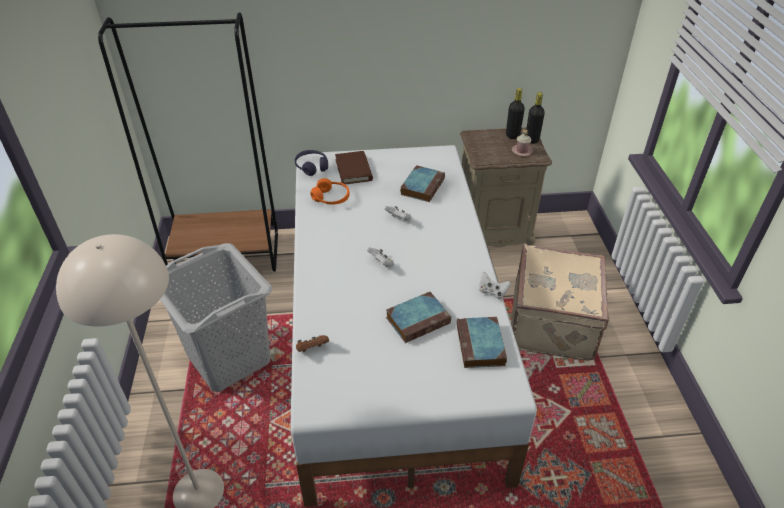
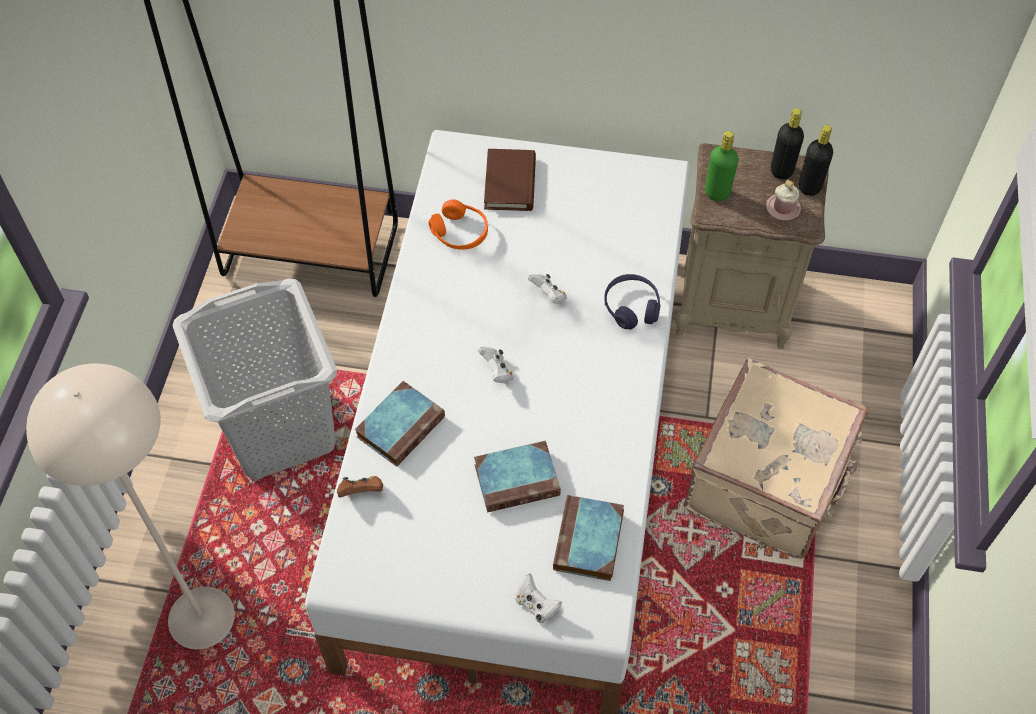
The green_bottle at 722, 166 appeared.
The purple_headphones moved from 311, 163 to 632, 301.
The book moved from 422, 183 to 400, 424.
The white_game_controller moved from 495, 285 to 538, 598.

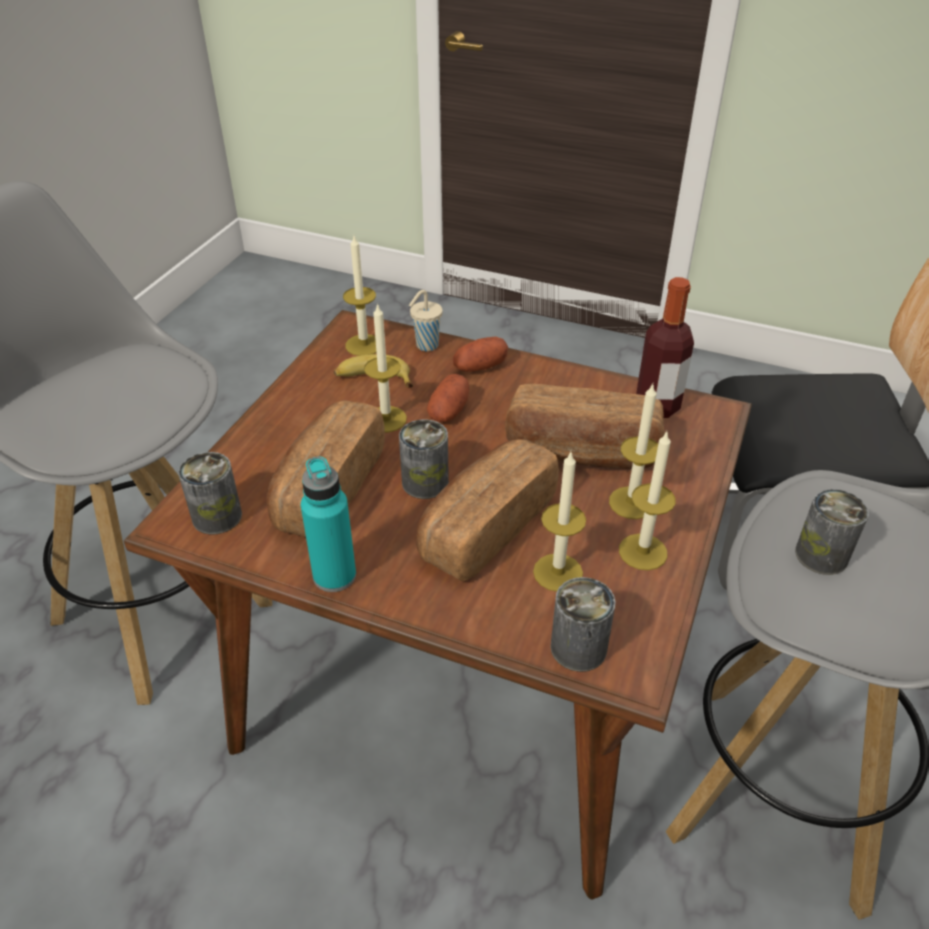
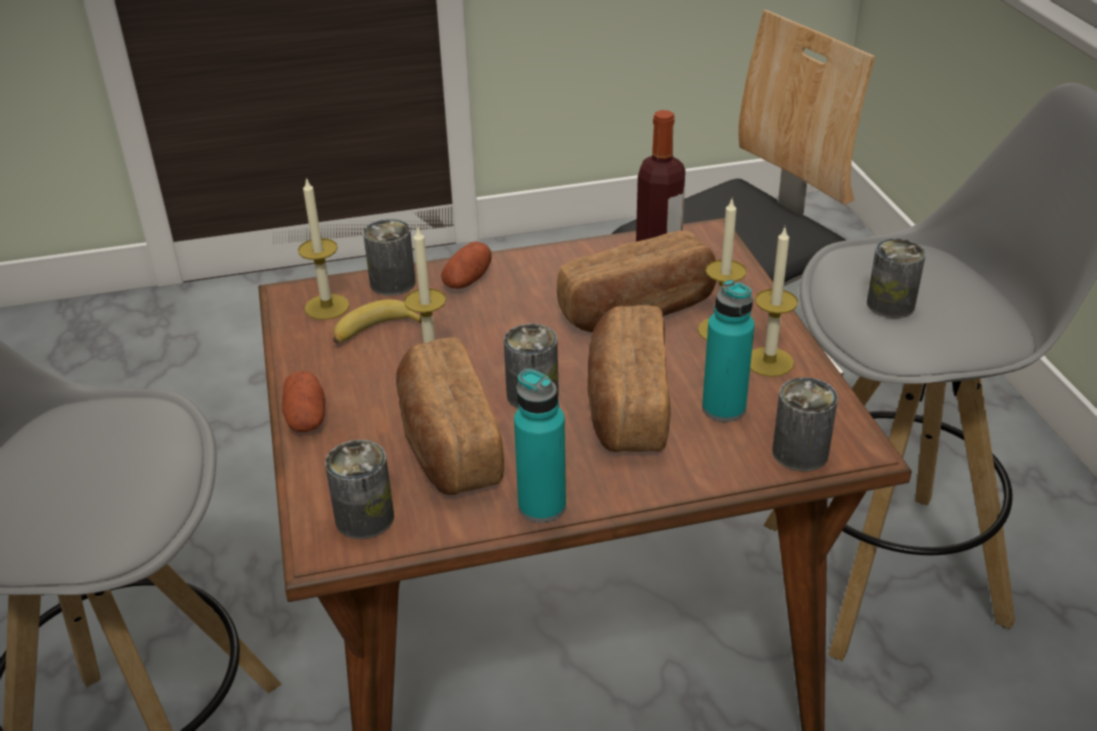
The potato moved from 448, 398 to 304, 401.
The beige_cup at 426, 320 was replaced by the can at 389, 257.
The candle at 559, 522 was replaced by the turquoise_bottle at 728, 351.

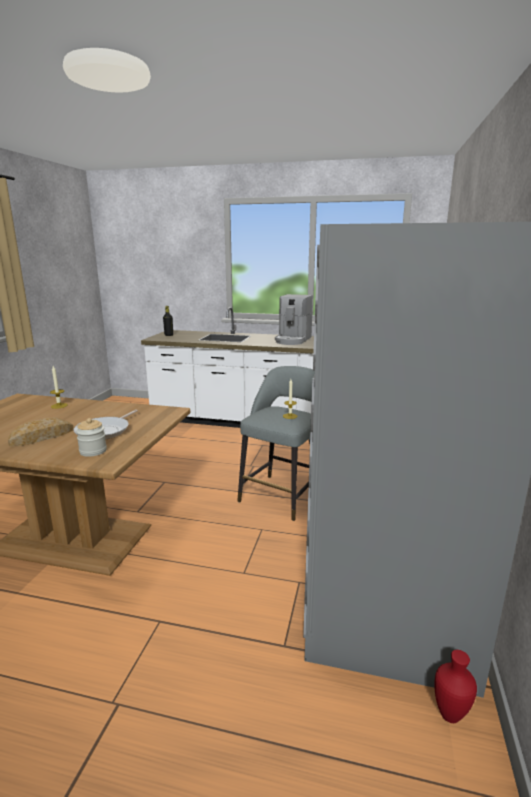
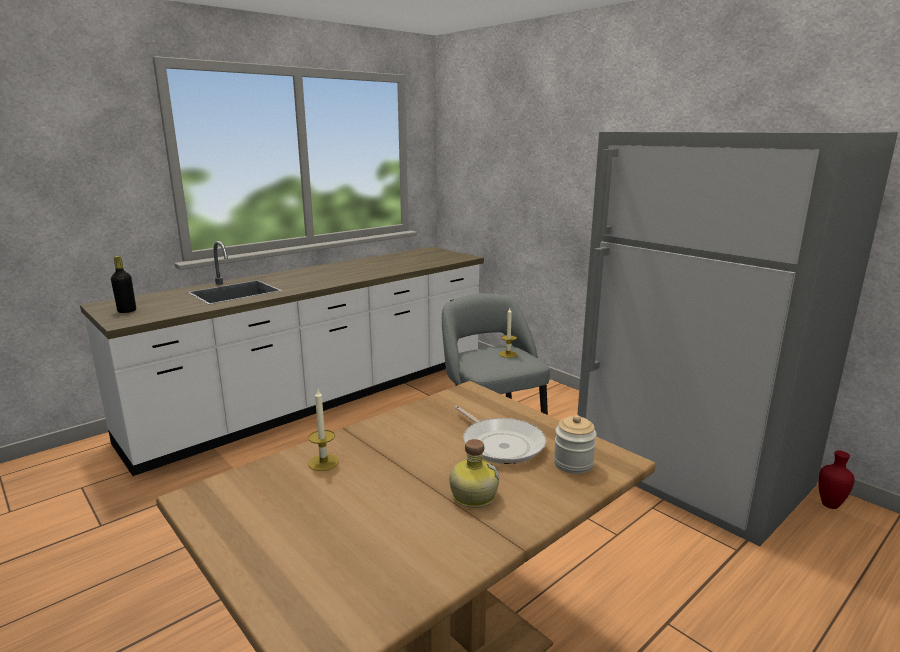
The coffee_machine at 294, 319 disappeared.
The bread at 41, 432 was replaced by the bottle at 474, 473.

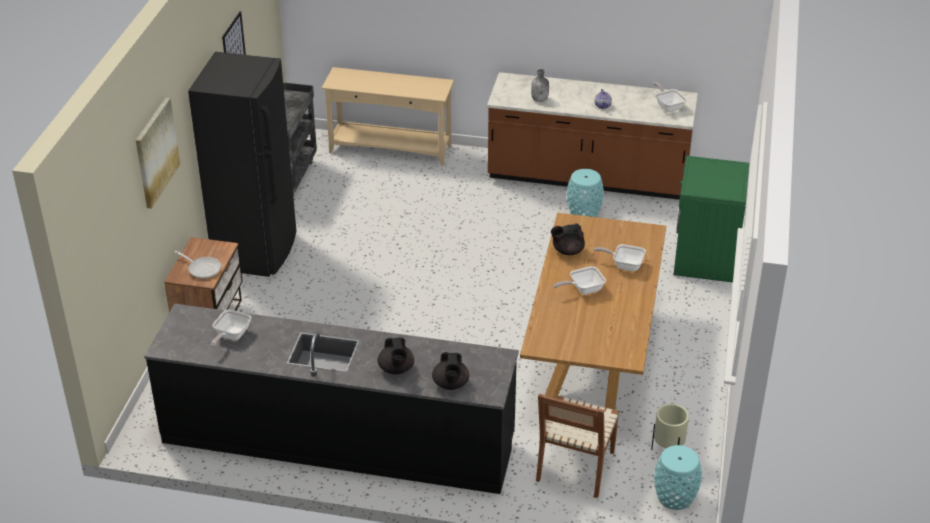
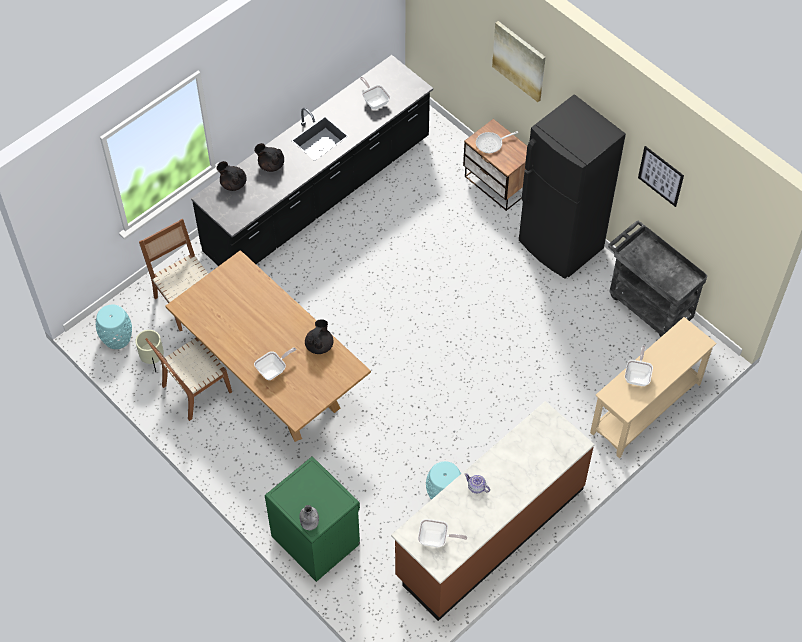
The chair at 188, 379 appeared.
The grey_bottle moved from 540, 85 to 309, 517.
The frying_pan moved from 580, 280 to 639, 365.

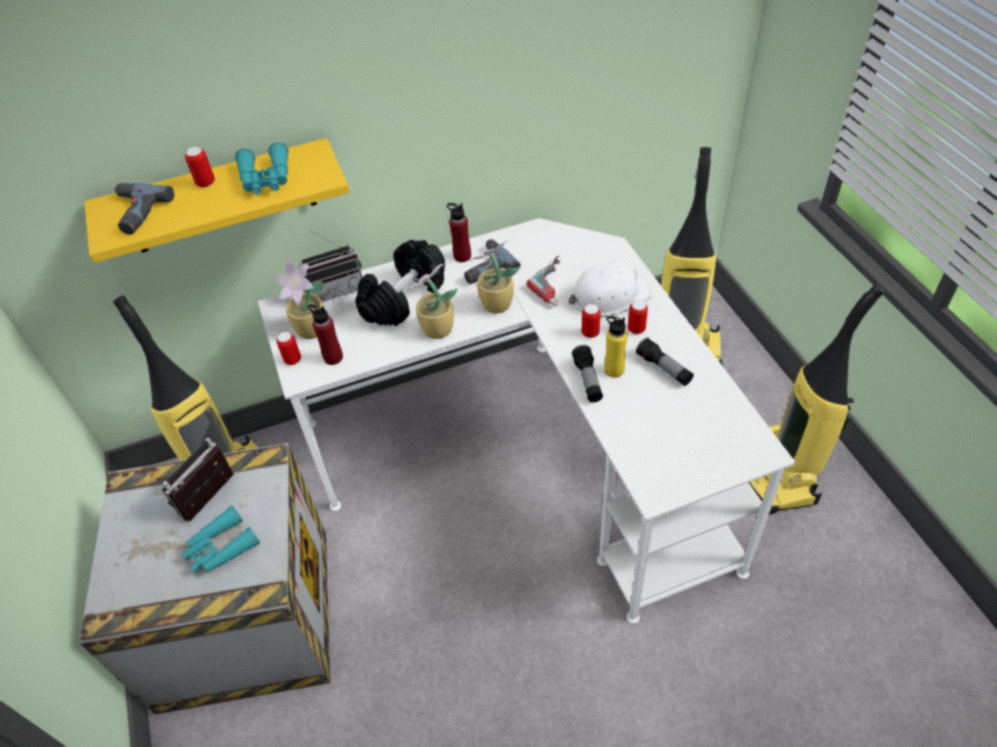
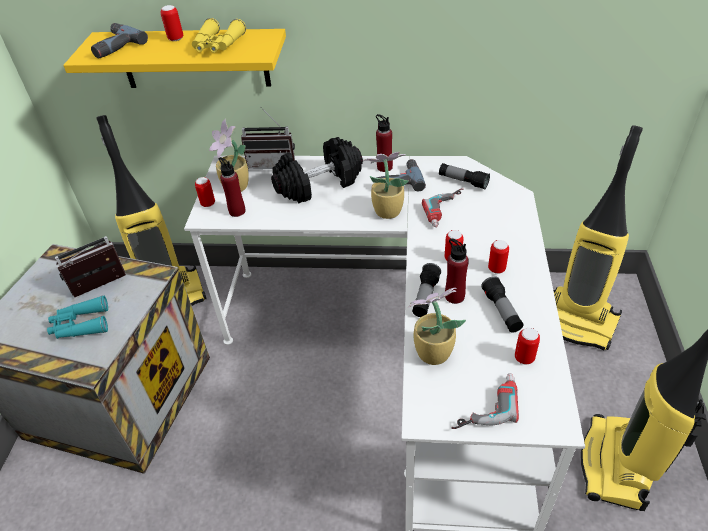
The white_hard_hat at 610, 289 disappeared.
The flashlight at 464, 176 appeared.
The power_drill at 485, 401 appeared.
The can at 527, 346 appeared.
The potted_plant moved from 432, 301 to 437, 326.
The turquoise_binoculars at 262, 168 became the yellow_binoculars at 219, 35.
The yellow_bottle at 616, 347 became the red_bottle at 457, 271.

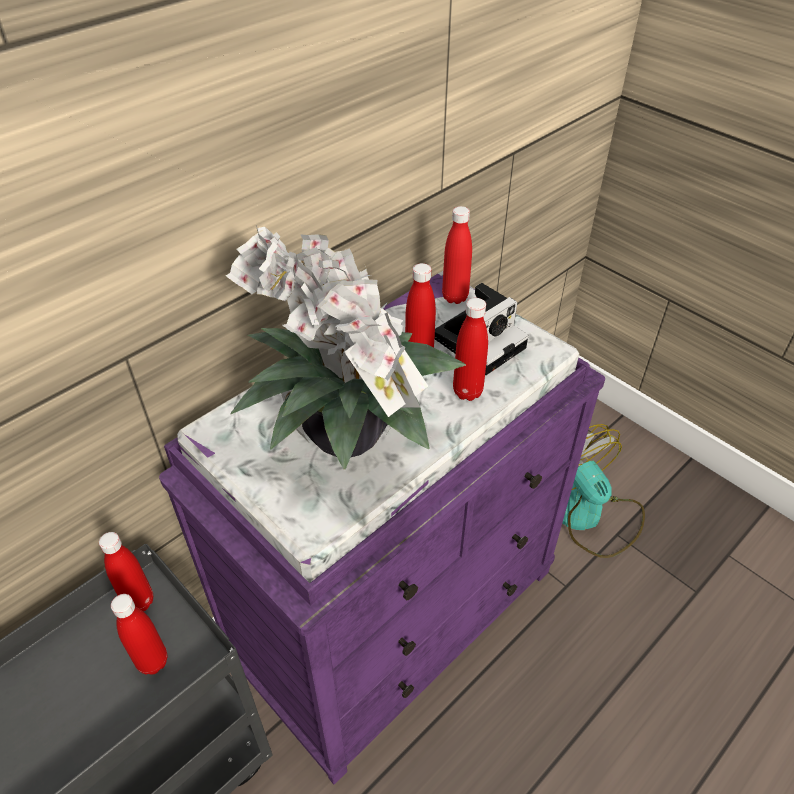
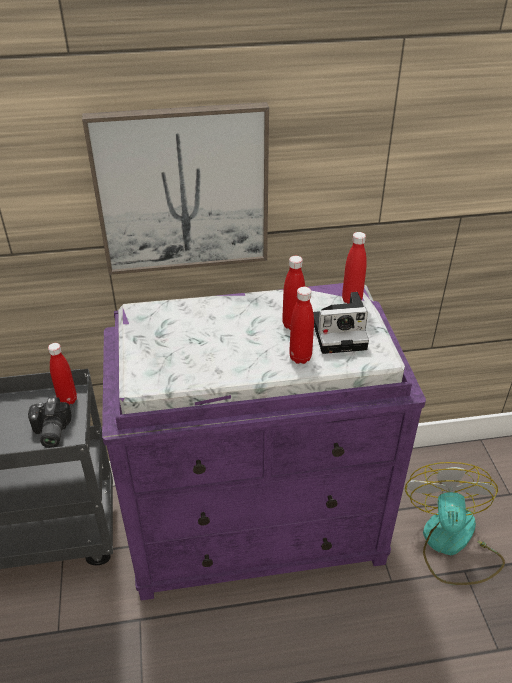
The potted_plant at 346, 347 disappeared.
The picture at 175, 188 appeared.
The red_bottle at 139, 634 was replaced by the photo_camera at 50, 422.

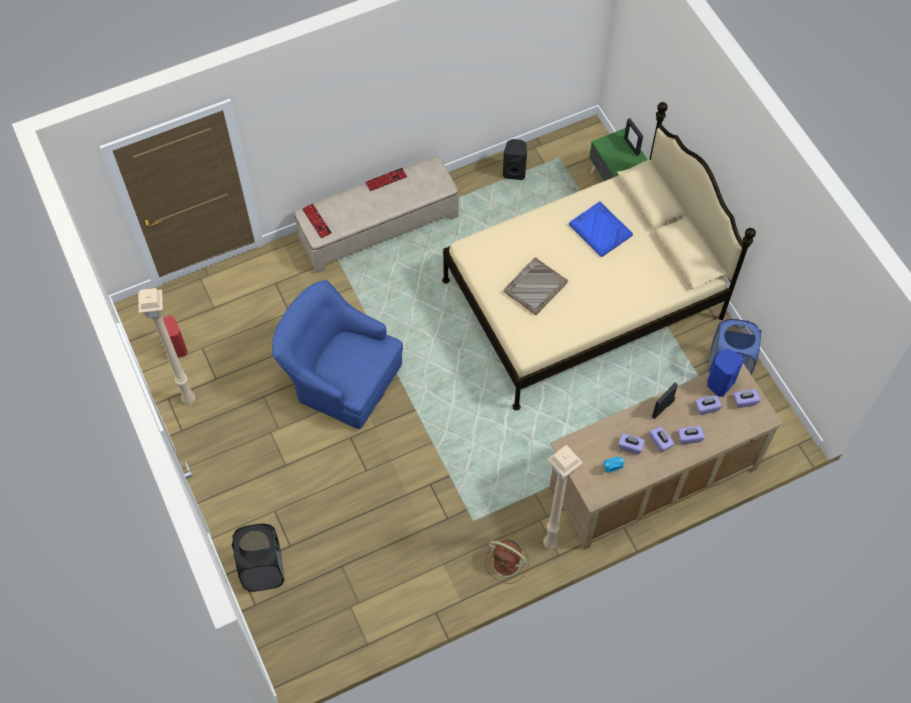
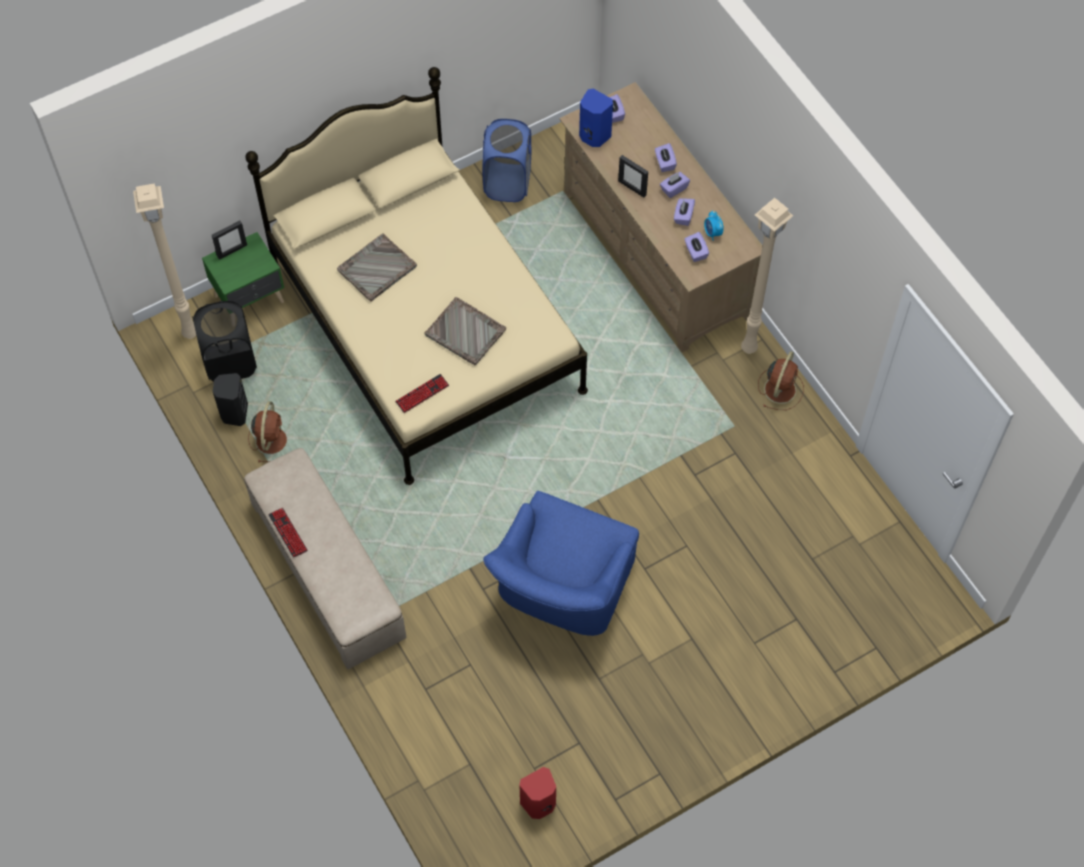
The brown_fan at 267, 431 appeared.
The beige_floor_lamp moved from 166, 346 to 164, 261.
The black_laundry_basket moved from 258, 558 to 224, 341.
The keyboard moved from 317, 220 to 422, 393.
The purple_tissue_box moved from 708, 405 to 697, 247.
The blue_tray at 601, 229 became the grey_tray at 377, 267.

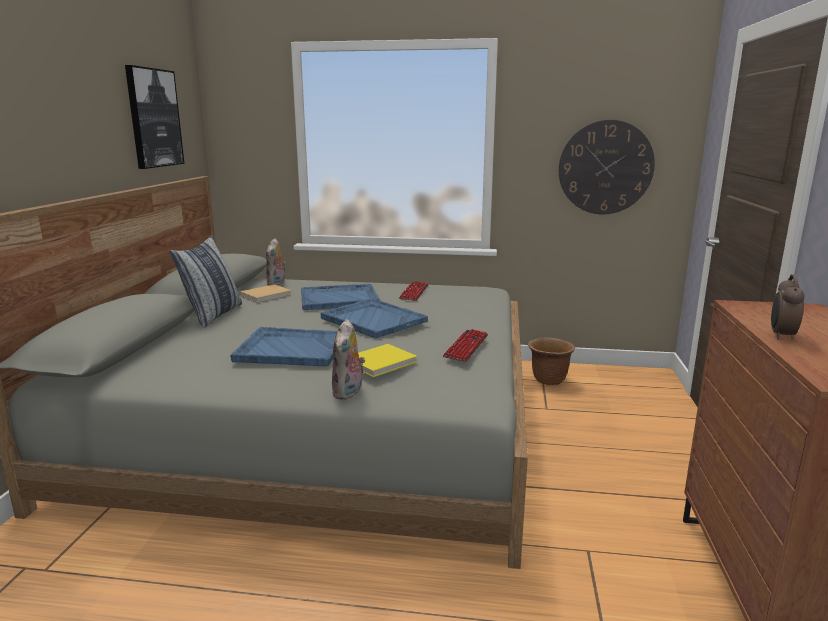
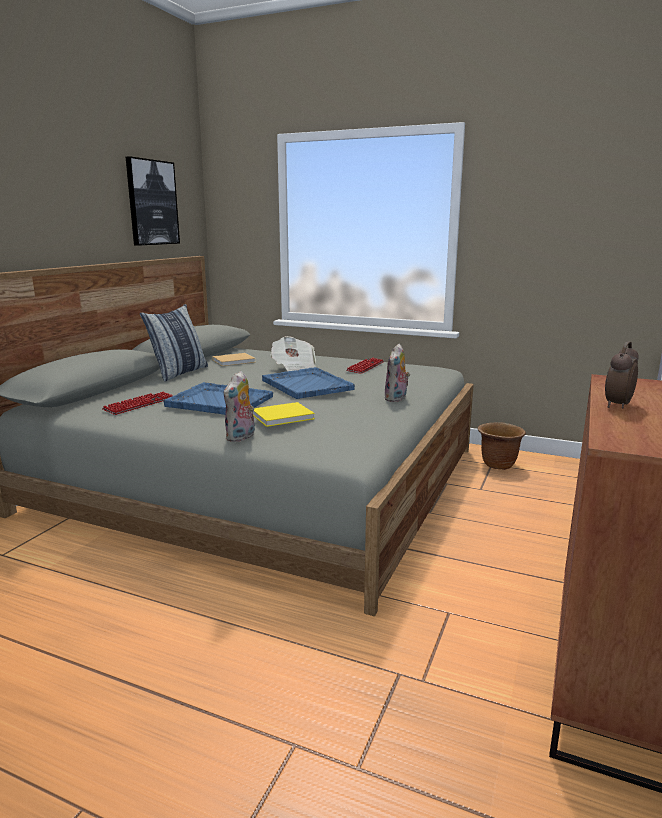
The wall_clock at 607, 167 disappeared.
The plush_toy moved from 276, 261 to 397, 373.
The keyboard moved from 465, 345 to 137, 403.
The blue_tray at 340, 297 was replaced by the newspaper at 293, 353.

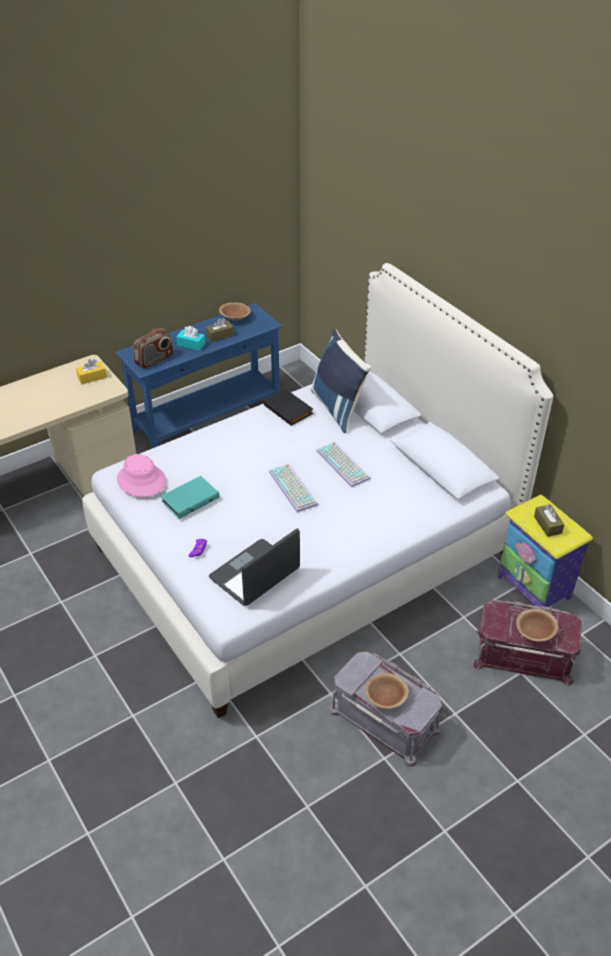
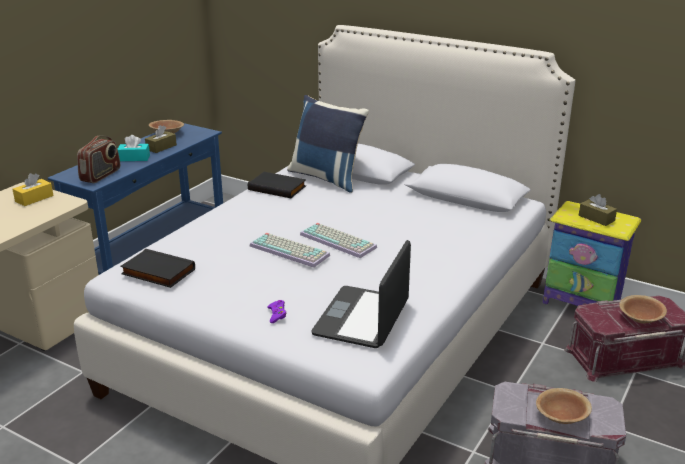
The turquoise_book at 190, 497 disappeared.
The keyboard moved from 343, 464 to 289, 250.
The pink_hat at 141, 475 was replaced by the black_book at 157, 268.

